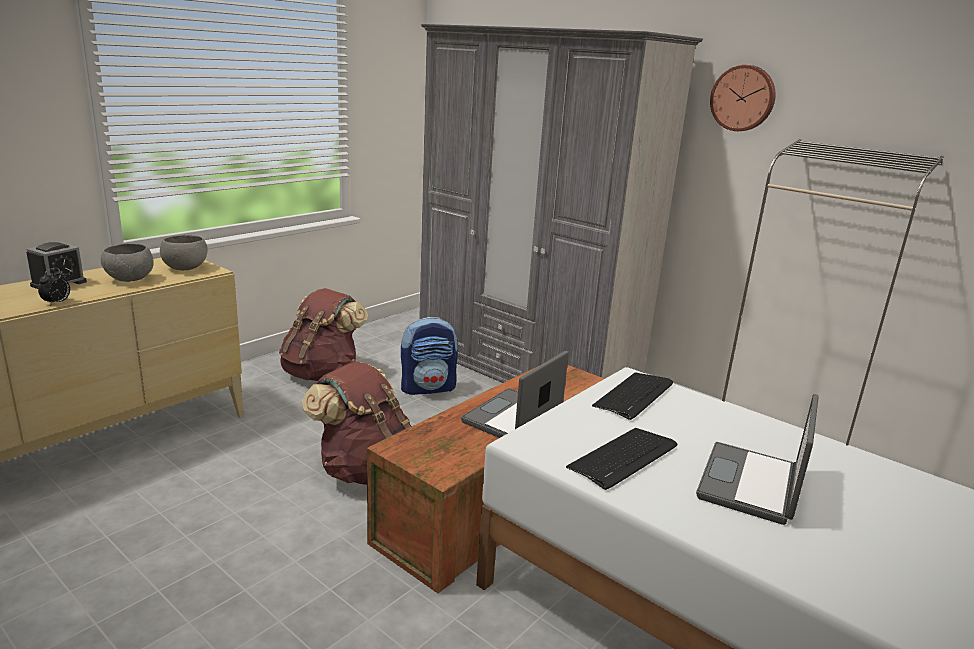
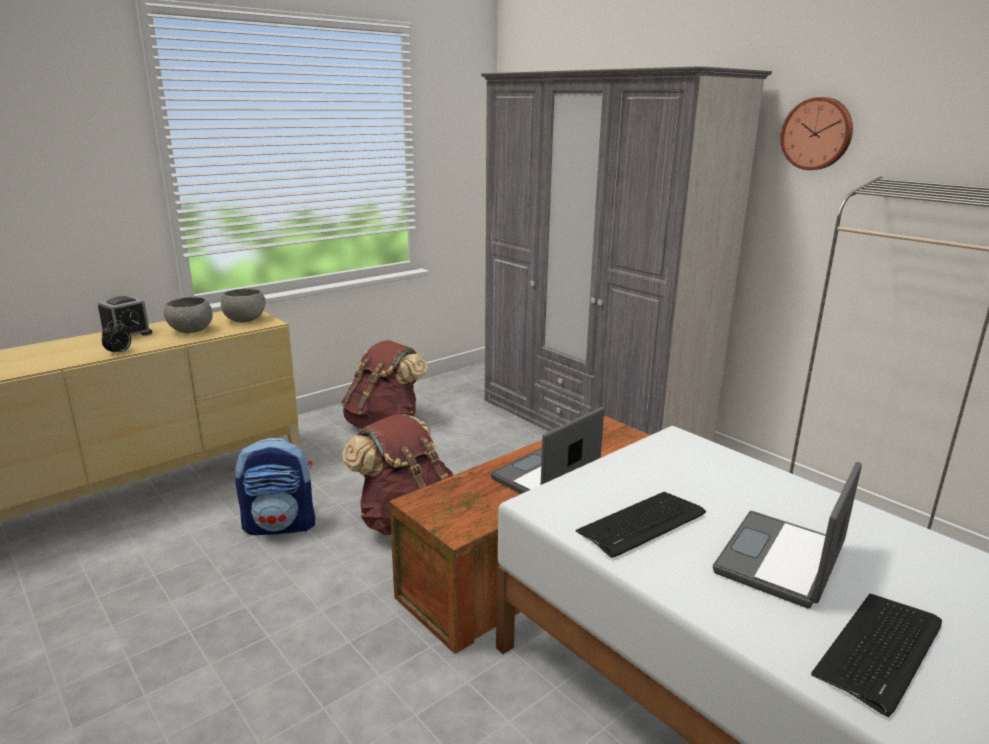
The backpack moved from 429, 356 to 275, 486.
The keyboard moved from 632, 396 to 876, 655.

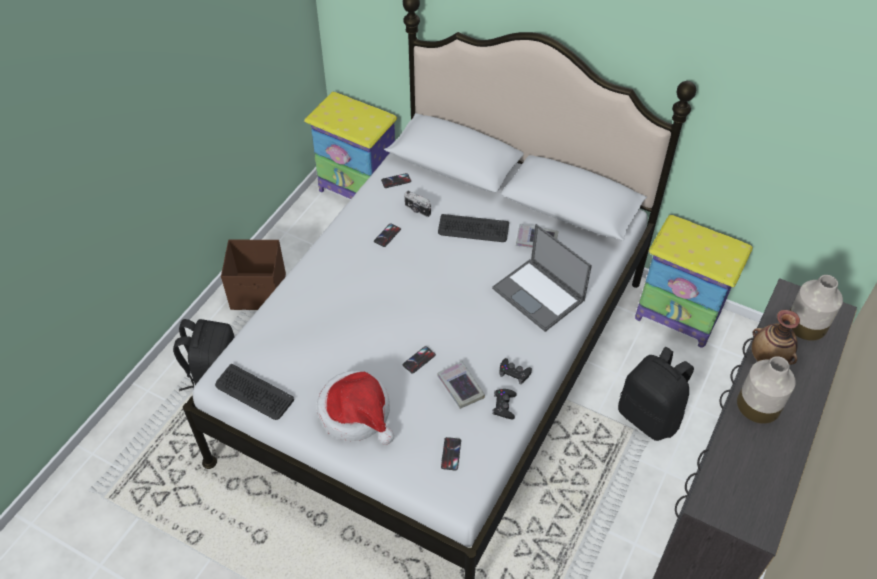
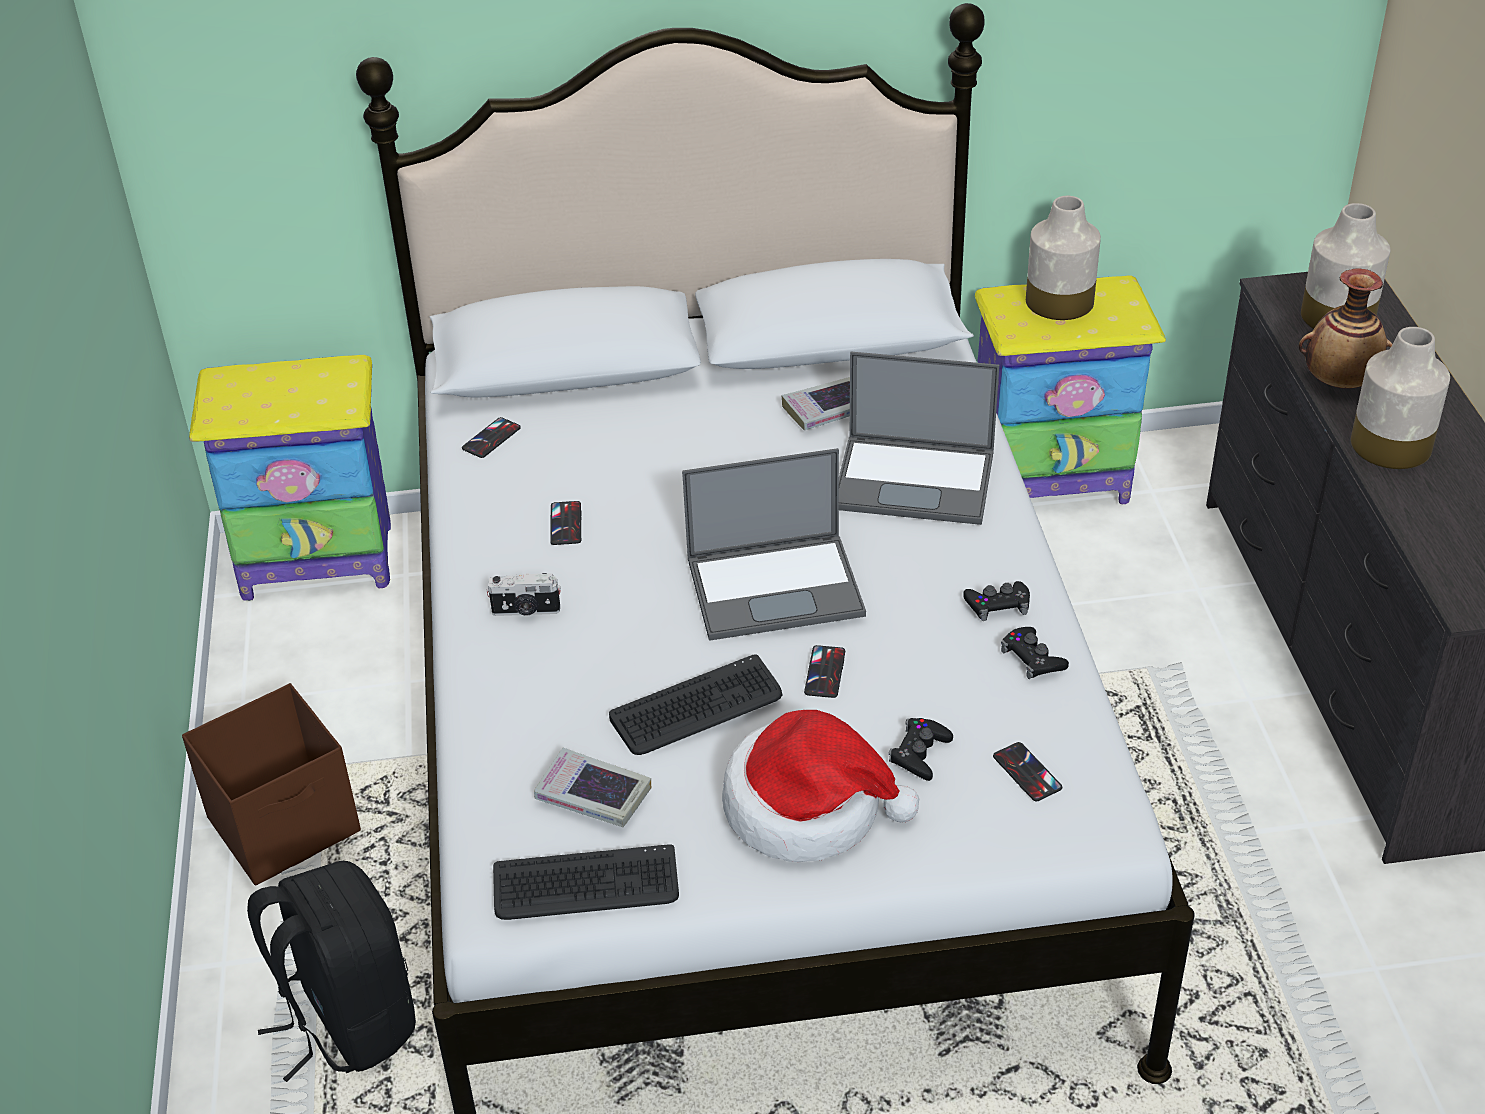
The black_backpack at 656, 394 disappeared.
The laptop at 774, 544 appeared.
The black_game_controller at 921, 749 appeared.
The beige_vase at 1063, 258 appeared.
The photo_camera moved from 418, 204 to 523, 594.
The book moved from 461, 385 to 592, 787.
The keyboard moved from 473, 228 to 695, 704.

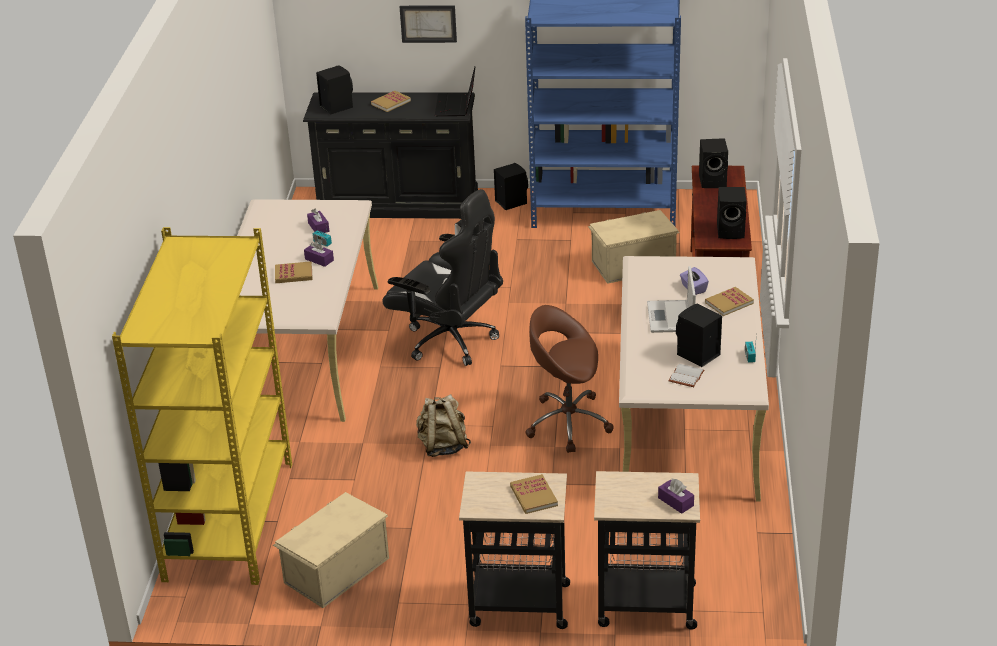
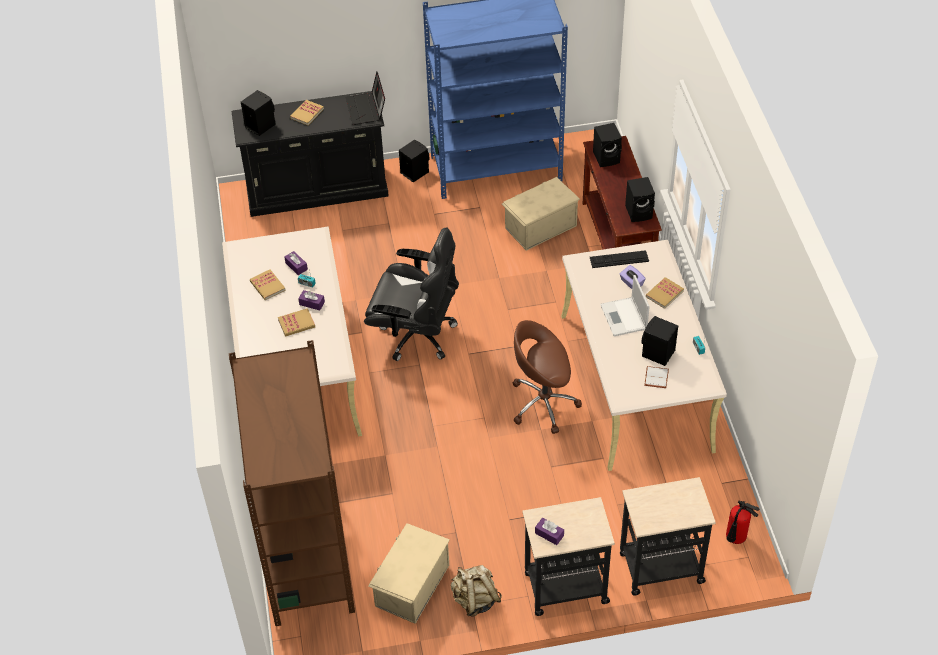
The picture at 428, 24 disappeared.
The keyboard at 619, 259 appeared.
The fire_extinguisher at 742, 522 appeared.
The beige_backpack moved from 443, 425 to 476, 591.
The book moved from 534, 494 to 268, 284.
The purple_tissue_box moved from 676, 496 to 549, 531.
The yellow_bookcase at 202, 406 became the brown_bookcase at 292, 483.

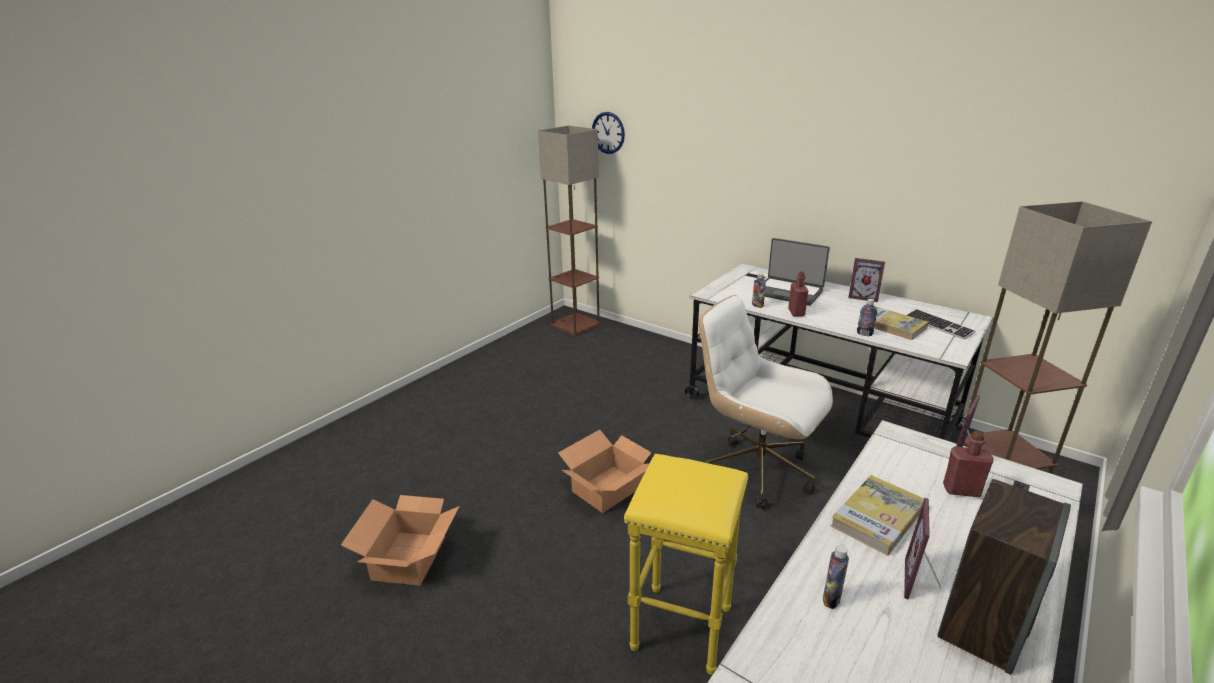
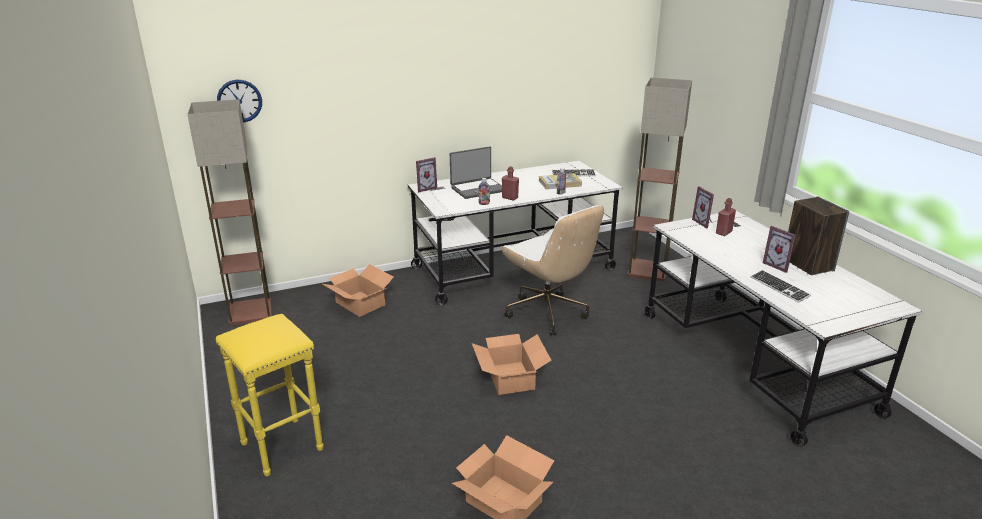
The book at 877, 515 disappeared.
The cardboard_box at 358, 290 appeared.
The yellow_stool moved from 686, 564 to 270, 395.
The picture_frame moved from 866, 280 to 426, 174.
The bottle at 836, 577 was replaced by the keyboard at 780, 286.
The white_office_chair at 766, 402 turned 105 degrees counterclockwise.

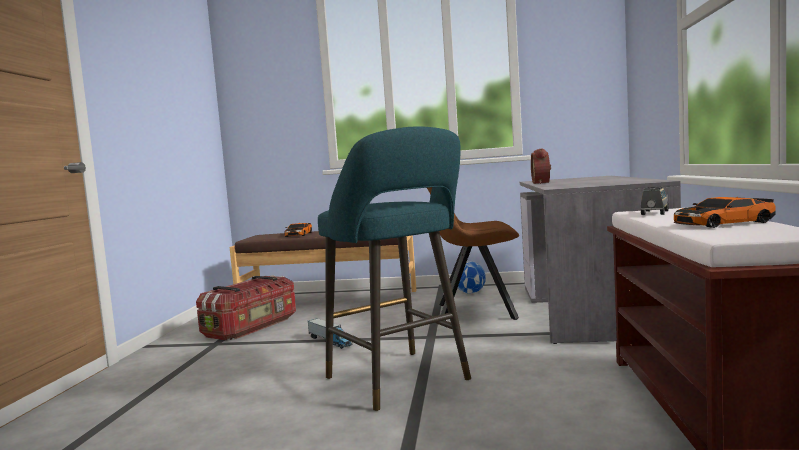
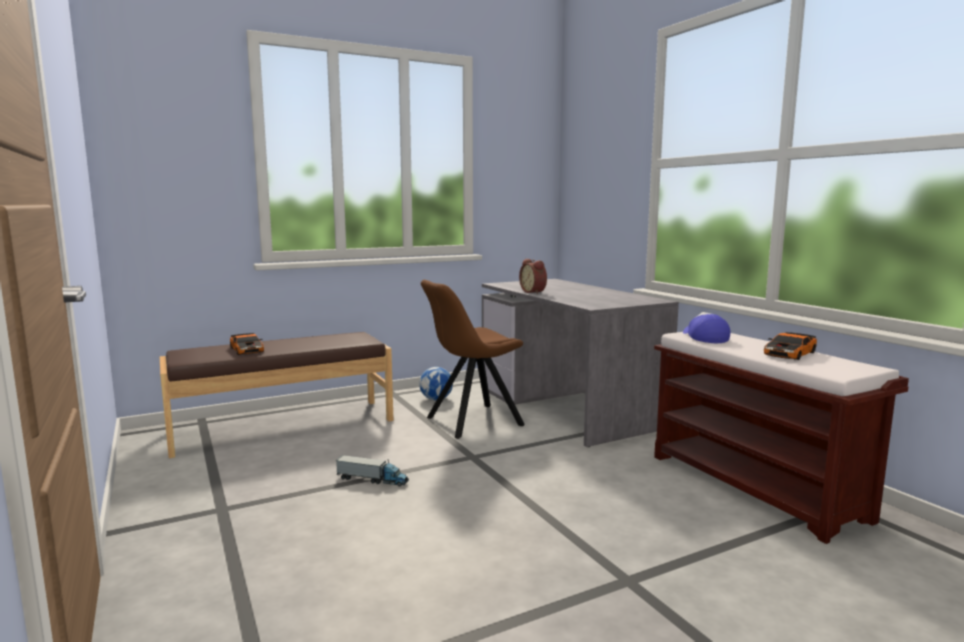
The storage_box at 246, 308 disappeared.
The turquoise_stool at 394, 268 disappeared.
The grey_toy_car at 655, 201 was replaced by the cap at 706, 327.

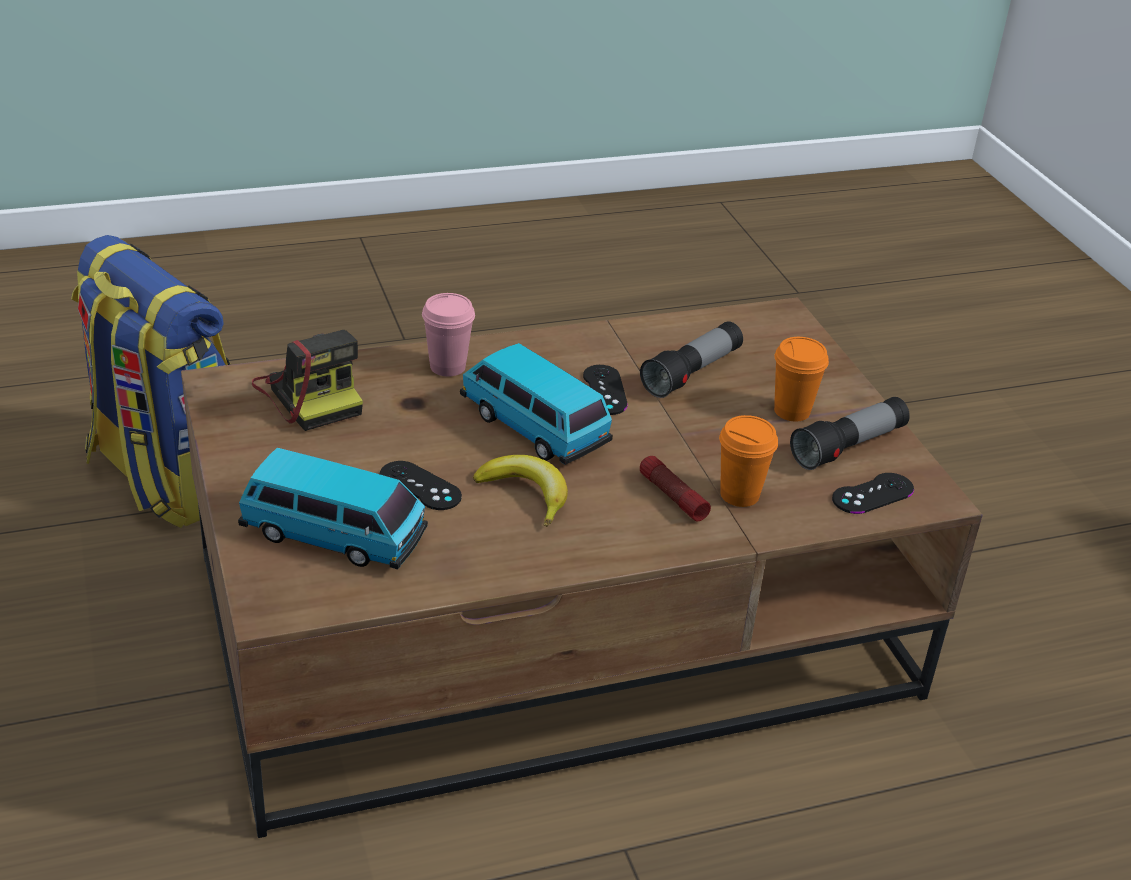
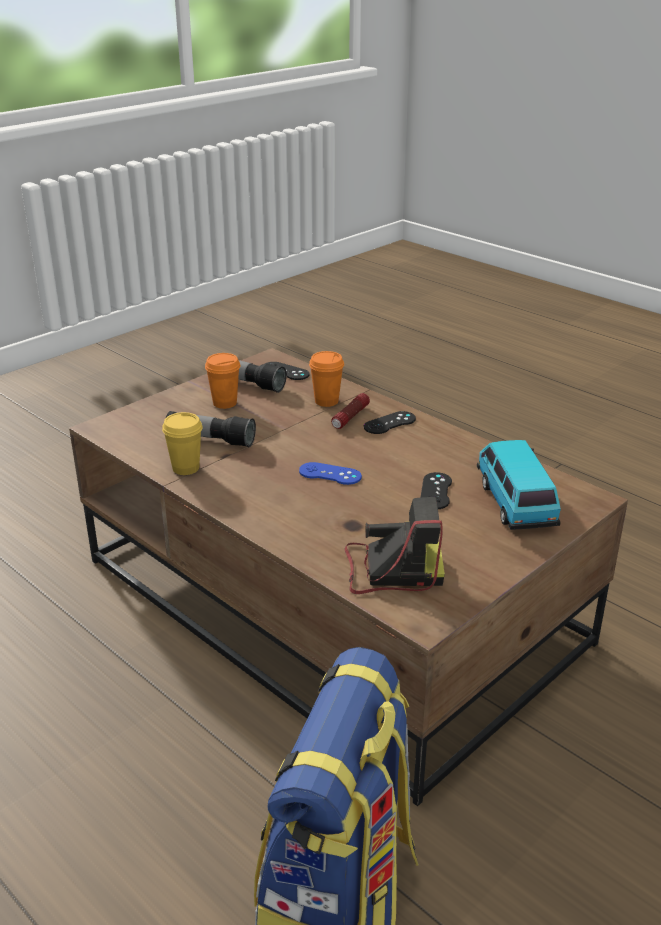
The pink_cup at 448, 335 disappeared.
The banana at 520, 491 disappeared.
The yellow_cup at 182, 443 appeared.
The black_game_controller moved from 605, 390 to 390, 422.
The toy_car at 536, 404 was replaced by the blue_game_controller at 330, 473.
The photo_camera at 307, 380 turned 60 degrees clockwise.

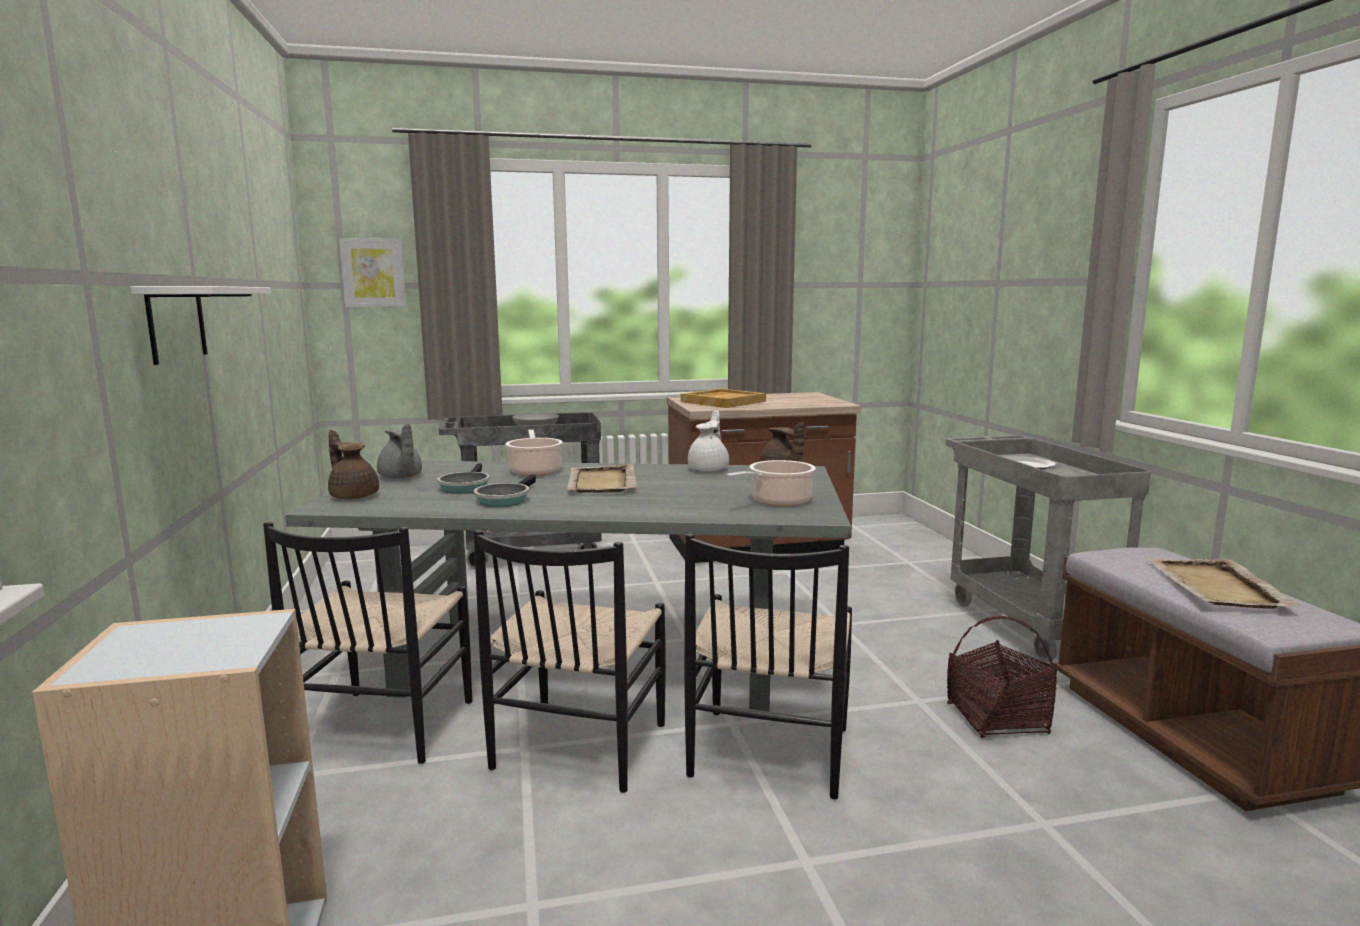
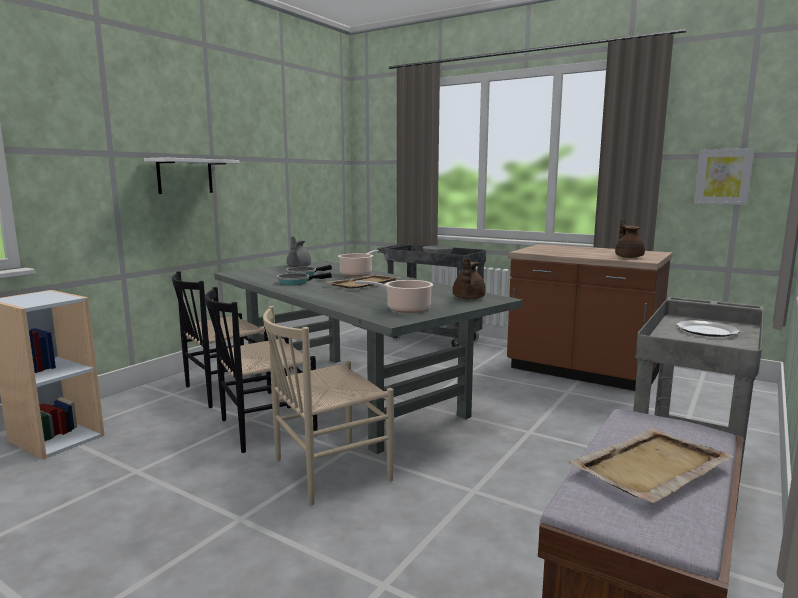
The beige_tray at 723, 398 disappeared.
The white_teapot at 708, 440 disappeared.
The basket at 1002, 677 disappeared.
The brown_teapot moved from 353, 465 to 630, 238.
The picture moved from 372, 272 to 724, 176.
The black_chair at 768, 666 became the beige_chair at 328, 405.

